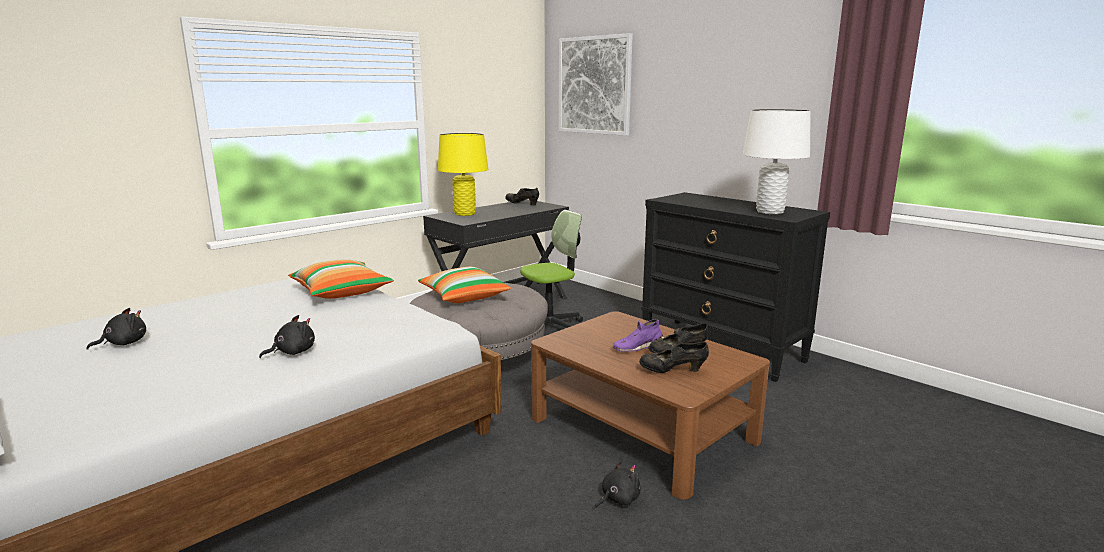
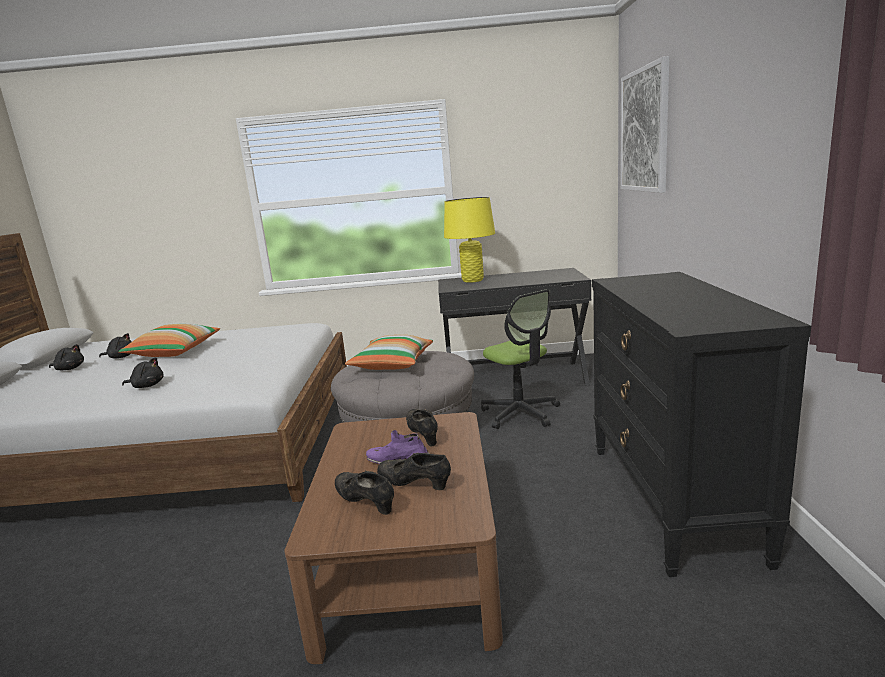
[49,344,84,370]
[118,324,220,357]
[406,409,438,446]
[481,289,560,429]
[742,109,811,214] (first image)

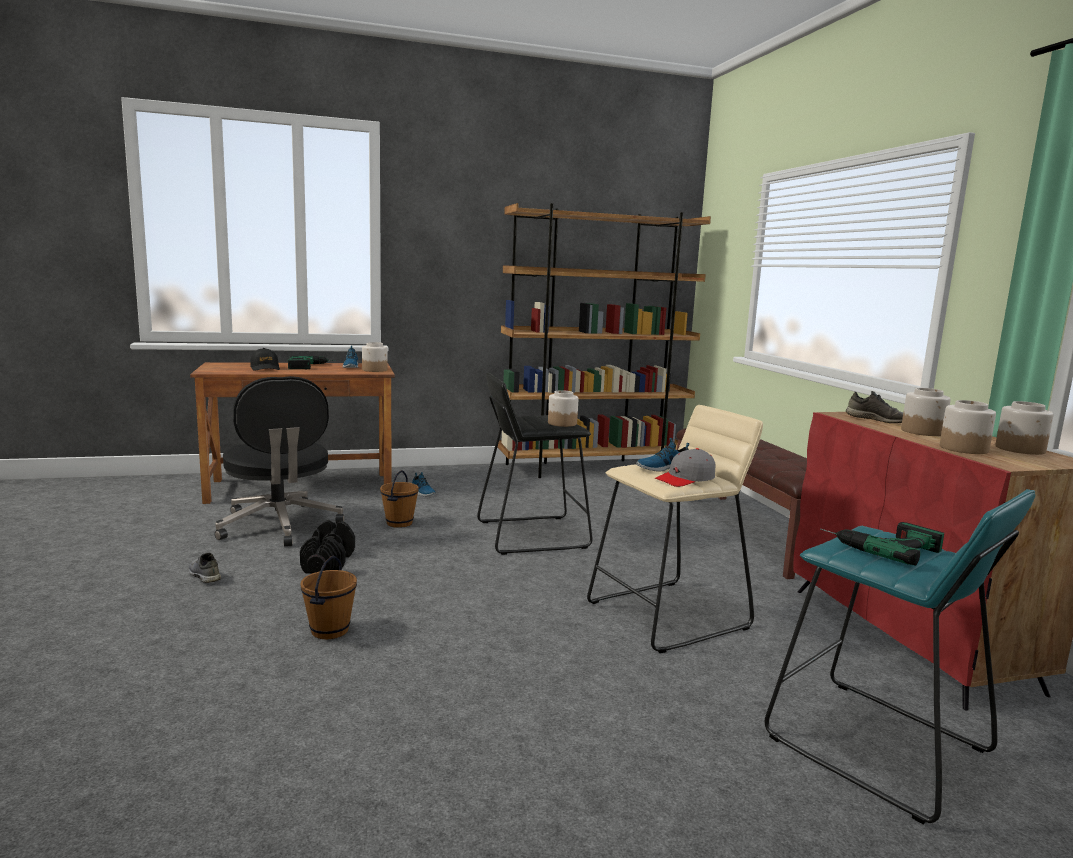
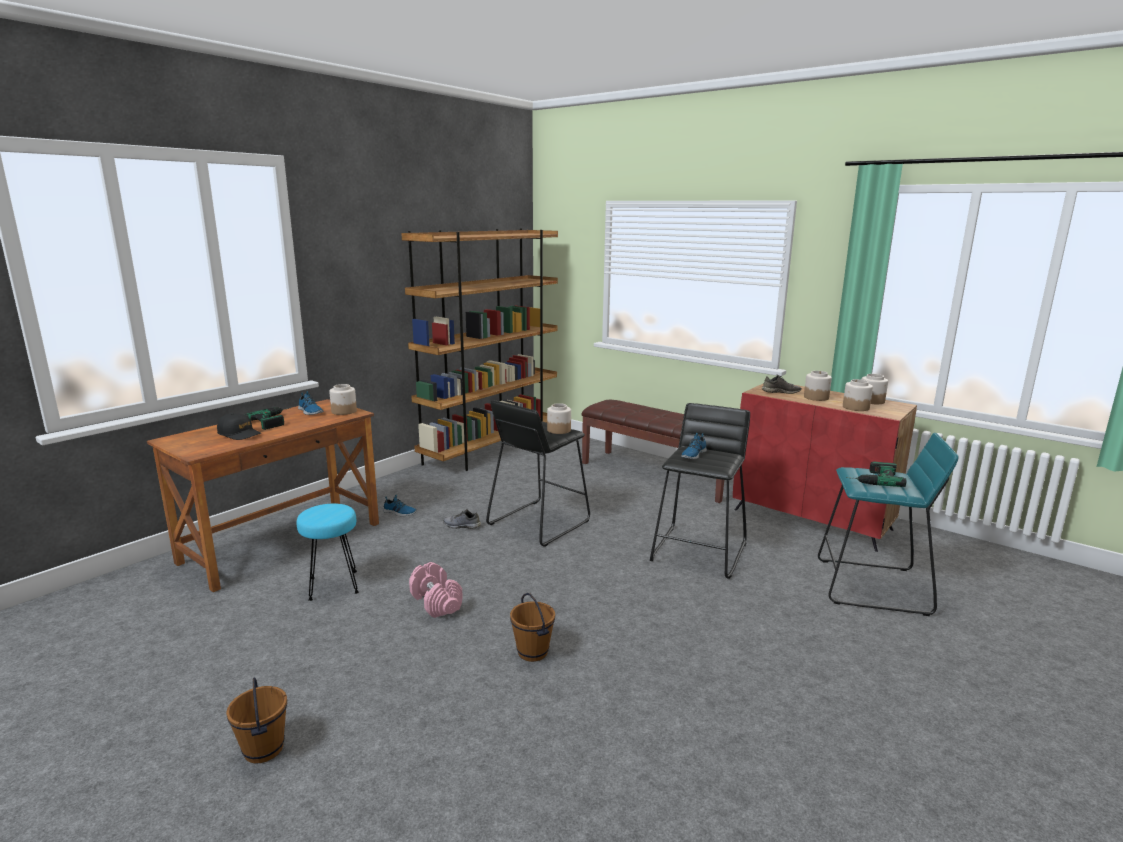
[226,678,287,763]
[297,504,359,601]
[409,562,463,618]
[443,509,481,529]
[650,403,750,579]
[655,448,715,487] (first image)

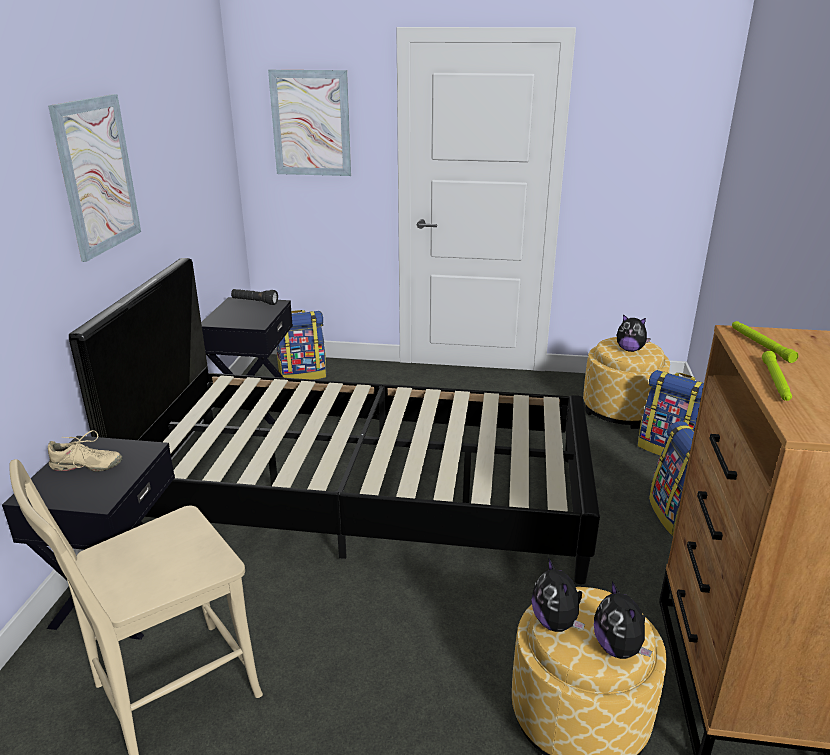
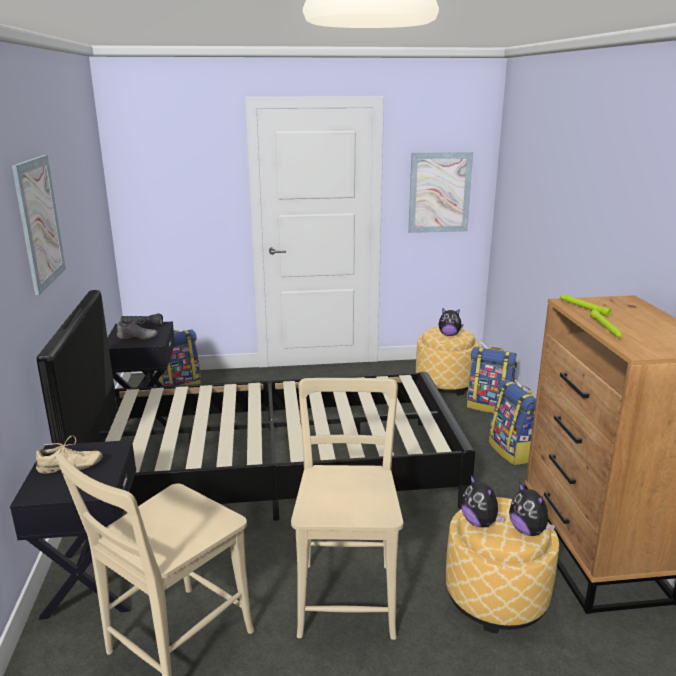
[117,318,157,340]
[291,378,403,640]
[408,152,473,233]

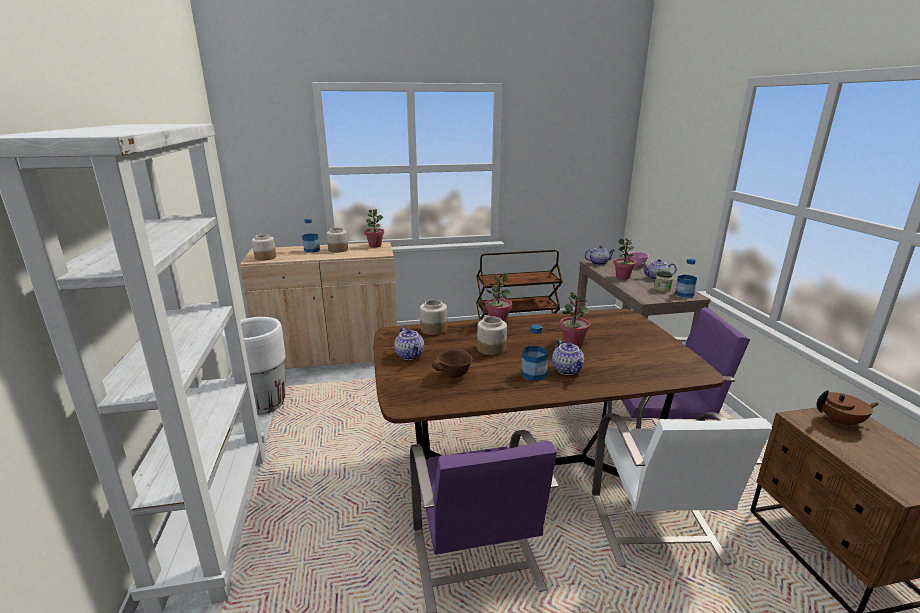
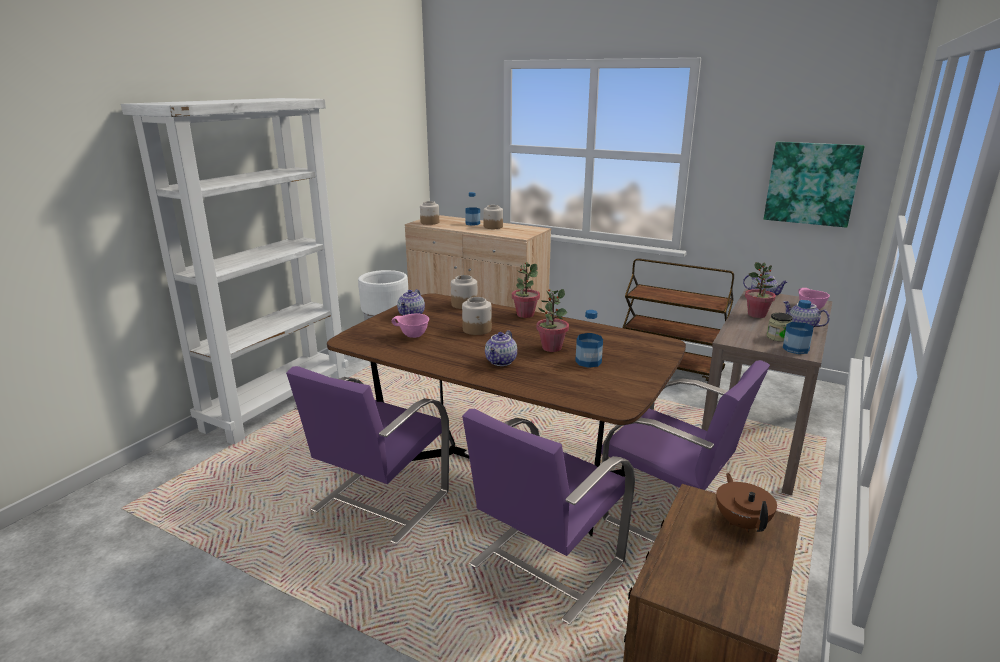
[392,313,429,338]
[462,409,635,625]
[575,310,603,368]
[716,473,777,532]
[764,142,865,228]
[364,209,384,248] (first image)

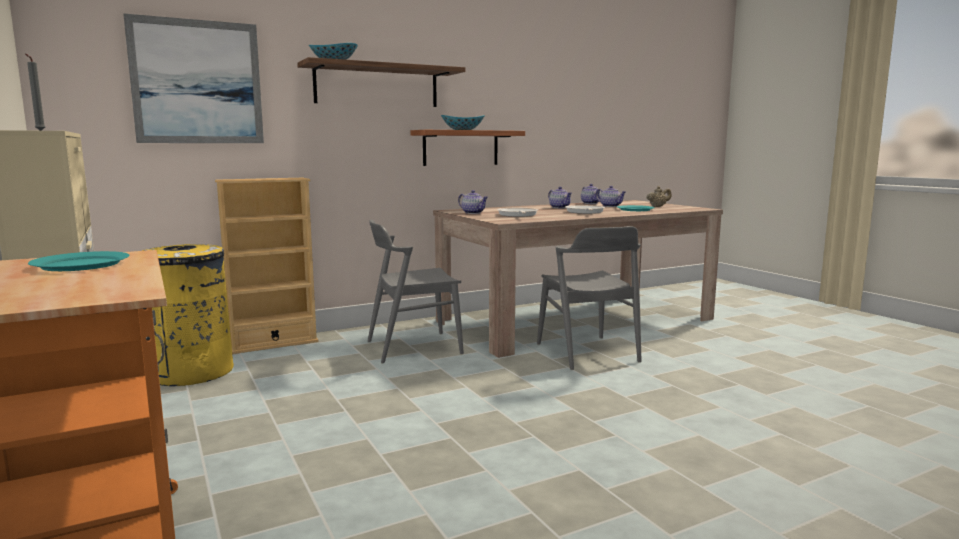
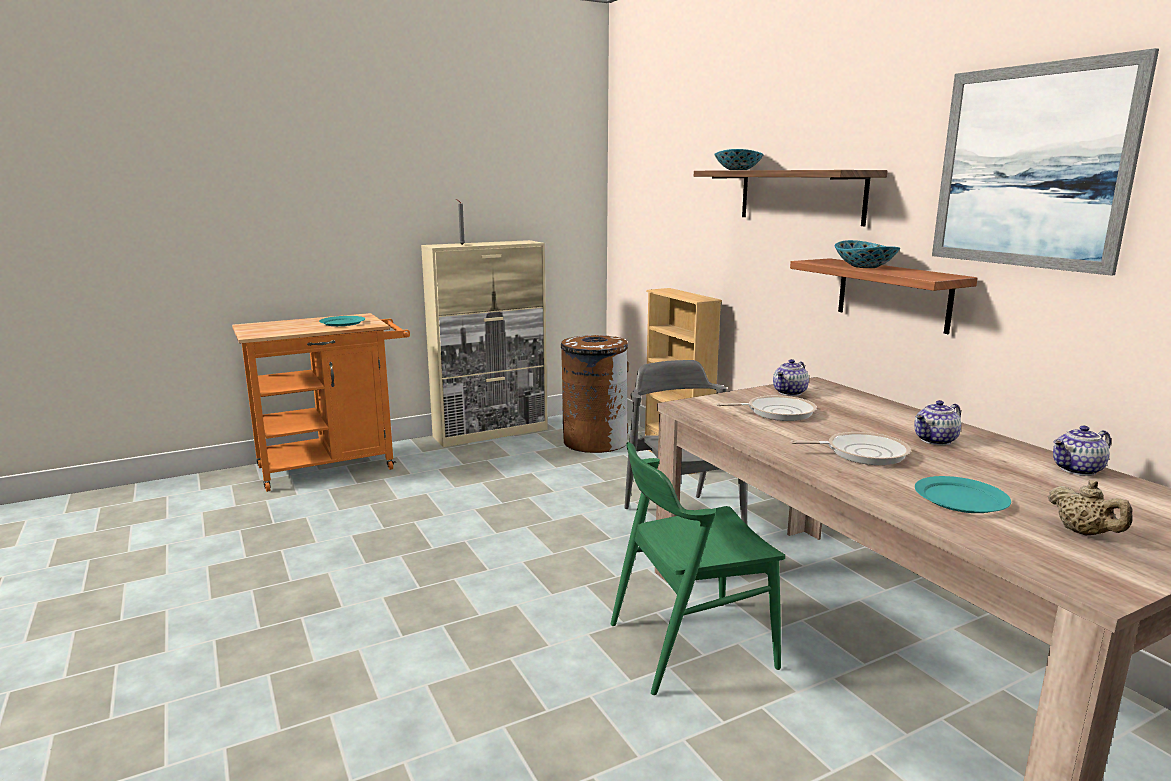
[561,335,629,453]
[611,442,785,695]
[932,48,1159,276]
[596,186,626,207] (first image)

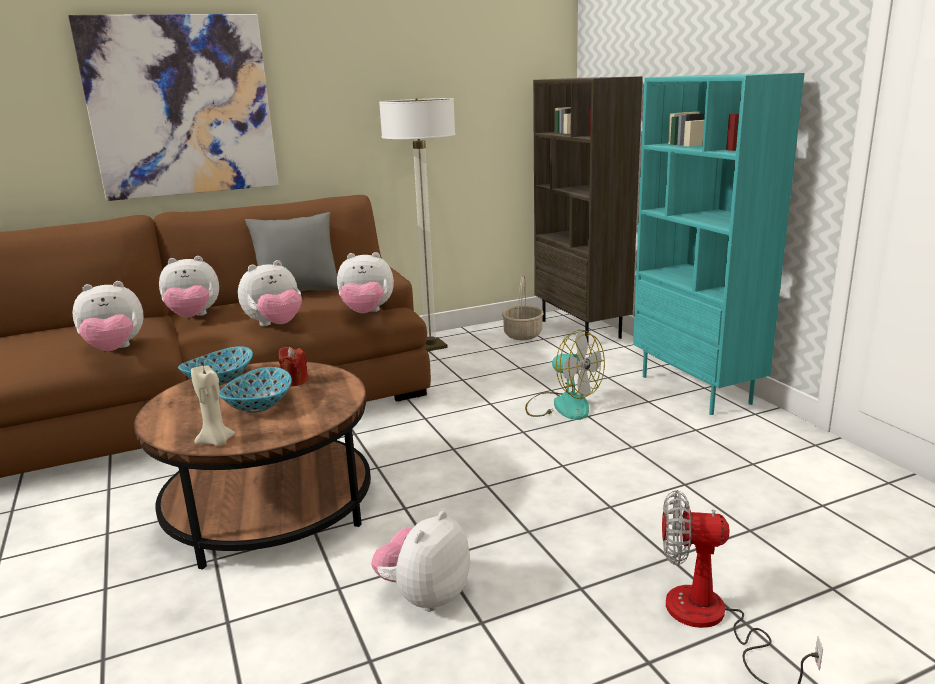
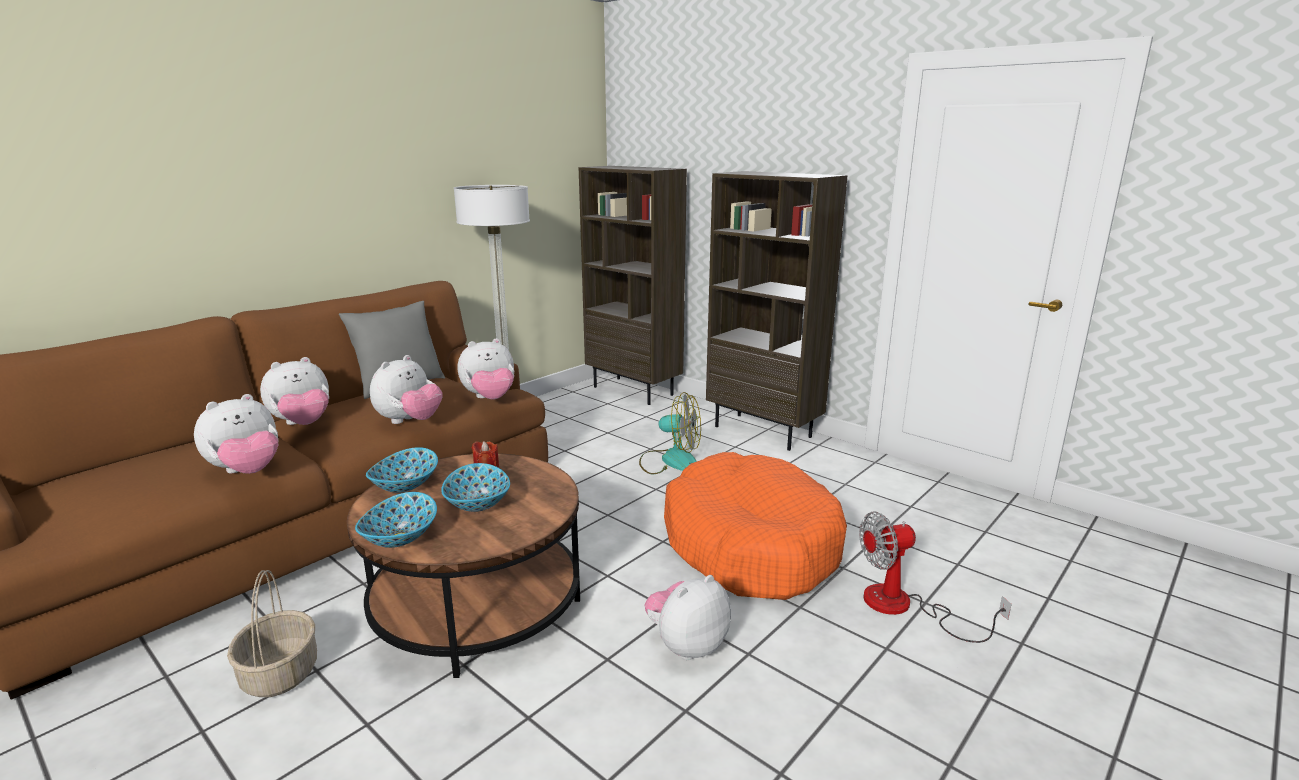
[227,570,317,697]
[355,492,437,548]
[644,575,731,660]
[664,452,847,600]
[706,171,848,451]
[68,14,278,201] (first image)
[191,366,235,446] (first image)

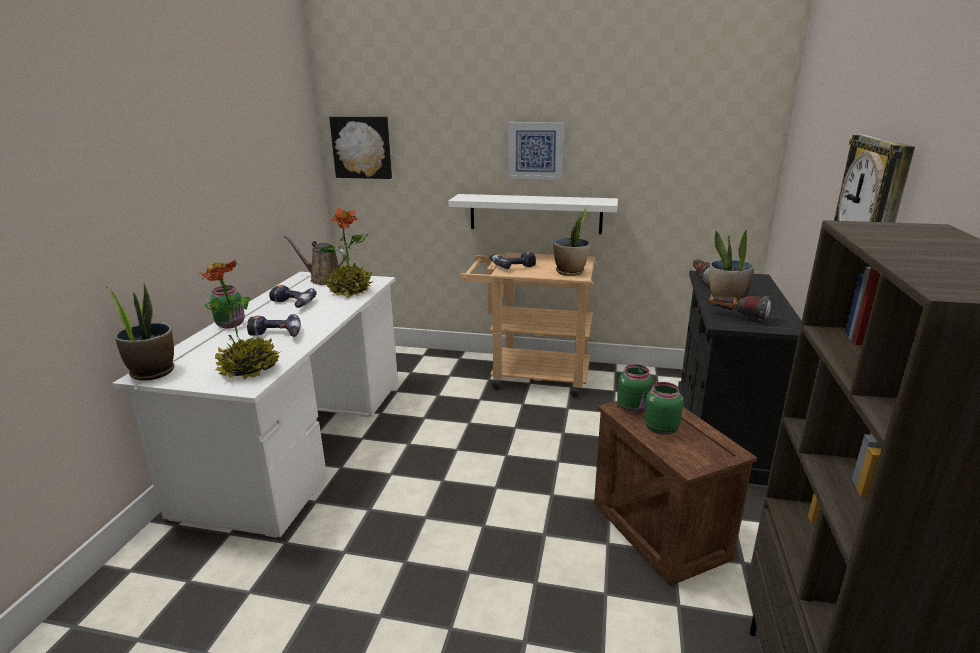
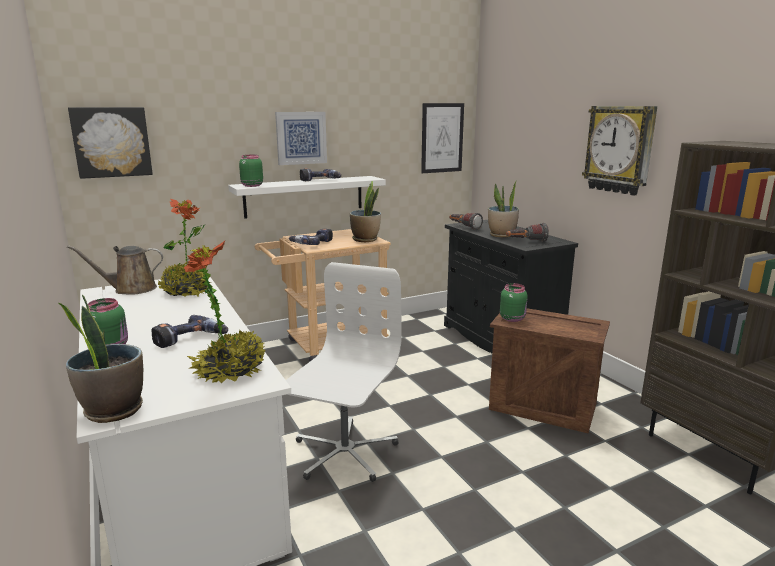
[239,155,263,187]
[286,262,402,482]
[300,168,341,181]
[421,103,464,173]

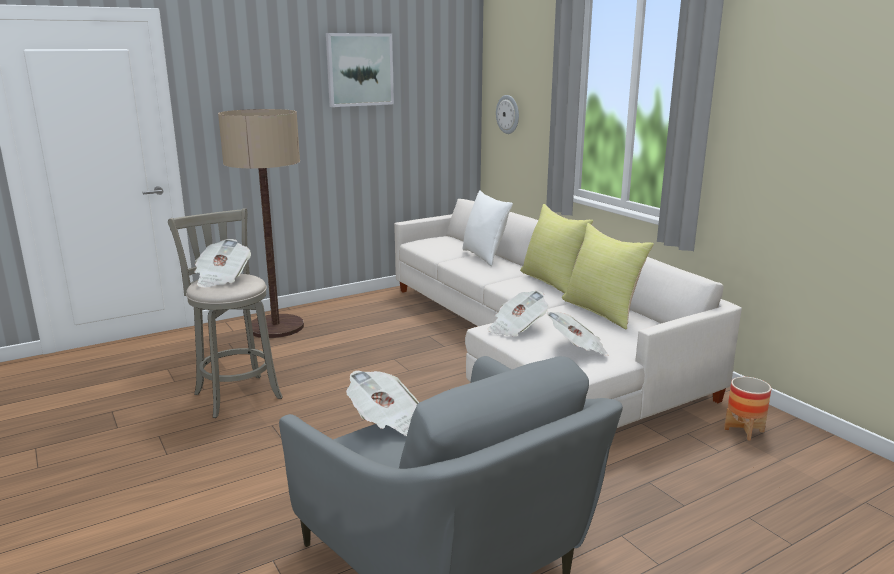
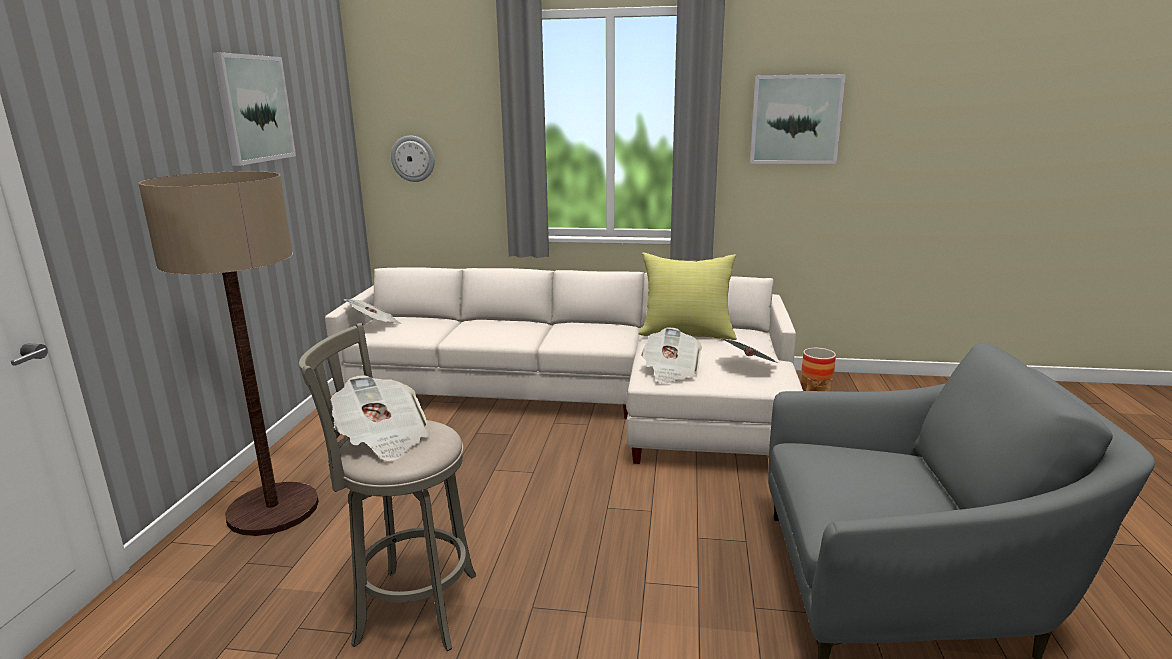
[344,299,402,324]
[750,74,846,164]
[463,190,513,266] (first image)
[520,204,594,294] (first image)

